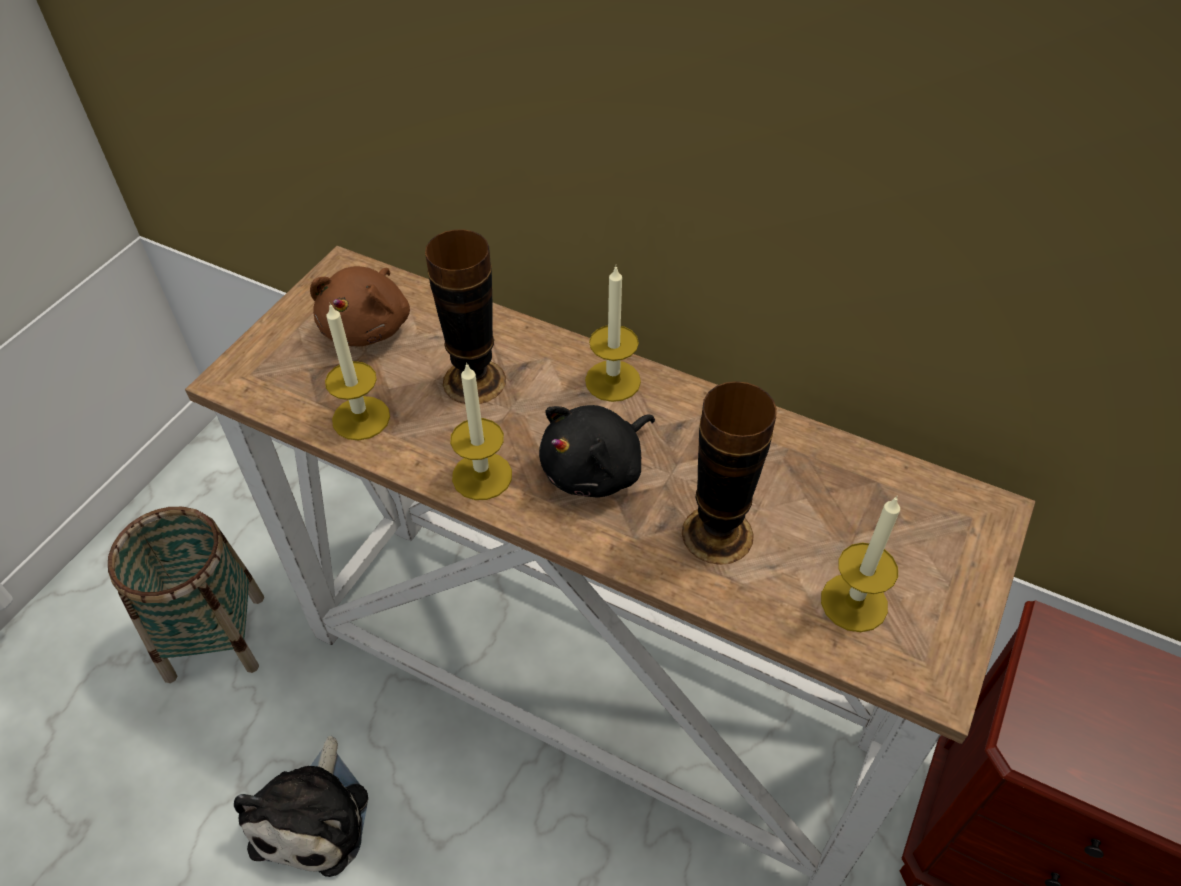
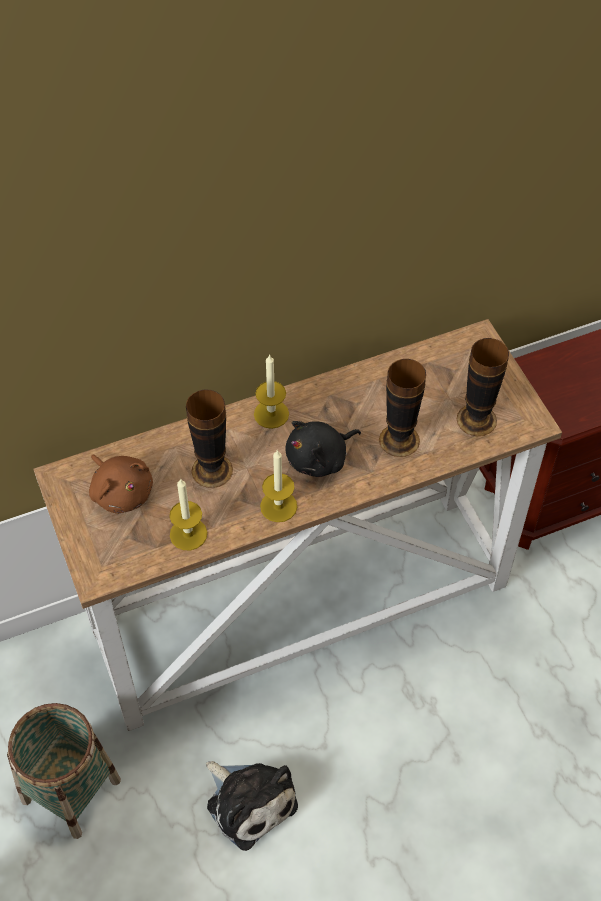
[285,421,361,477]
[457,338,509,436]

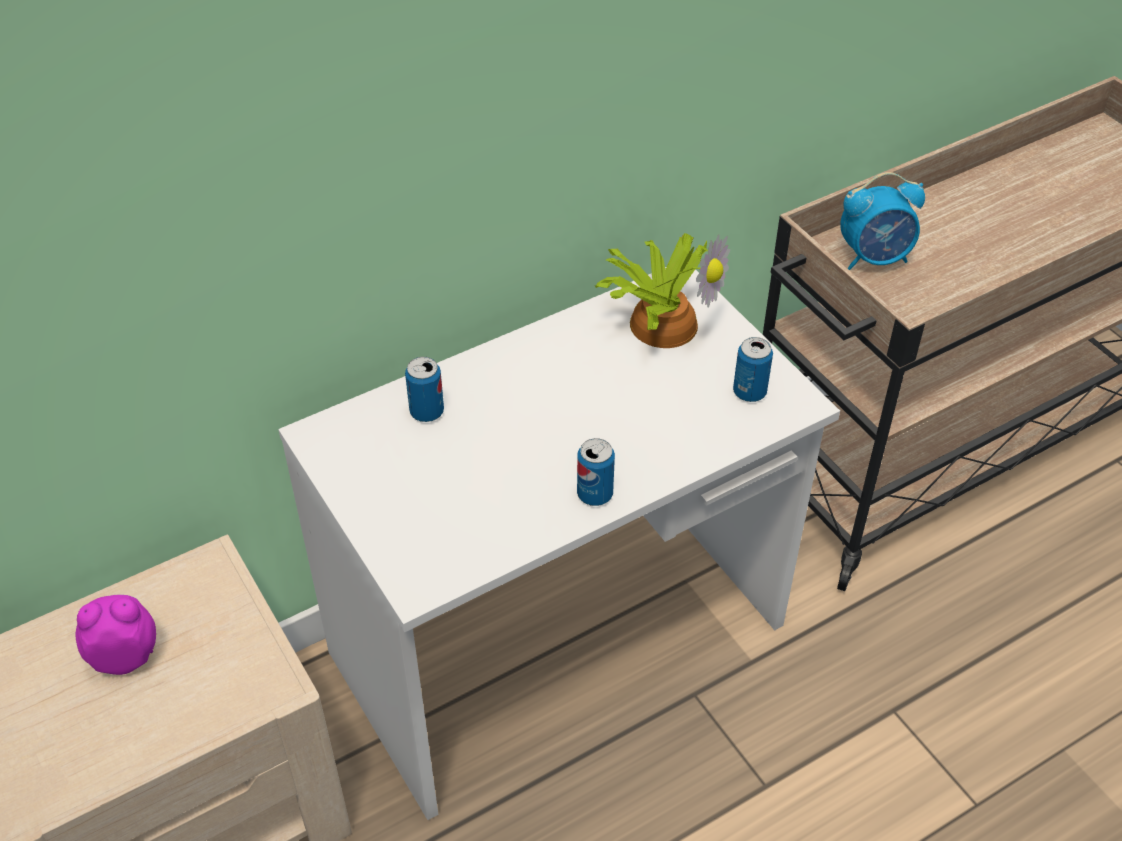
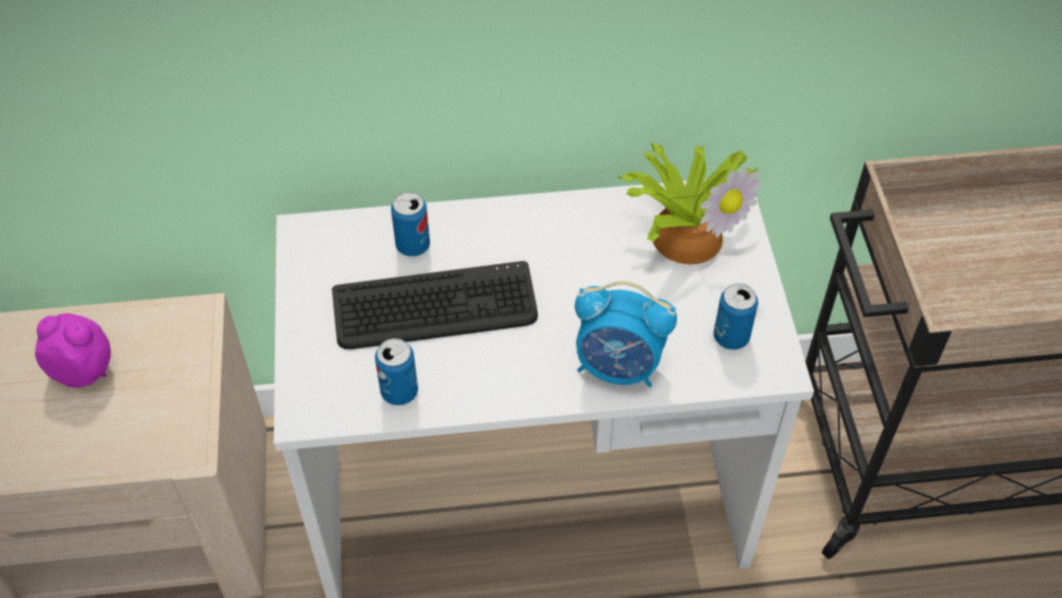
[332,261,538,349]
[375,338,418,405]
[575,281,677,387]

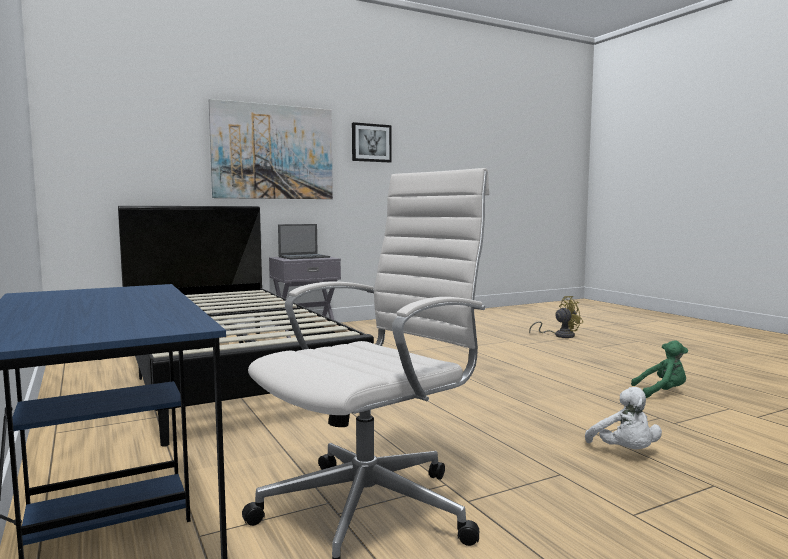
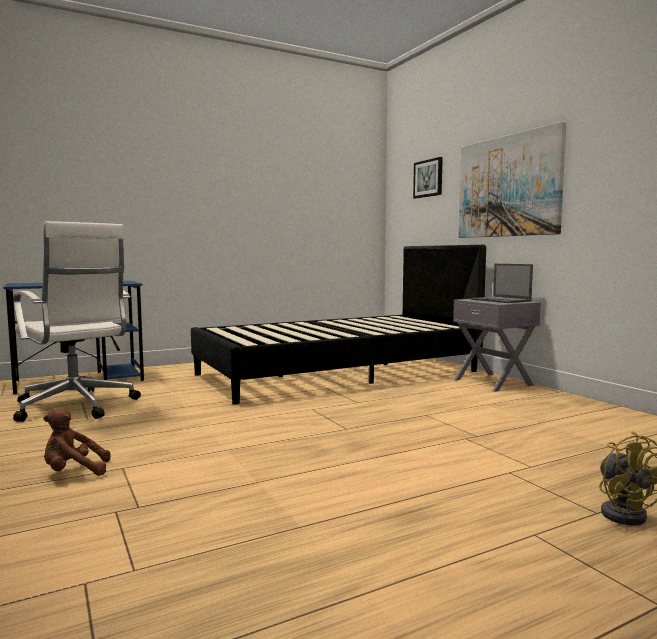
[44,408,111,476]
[413,157,443,198]
[631,340,688,398] (first image)

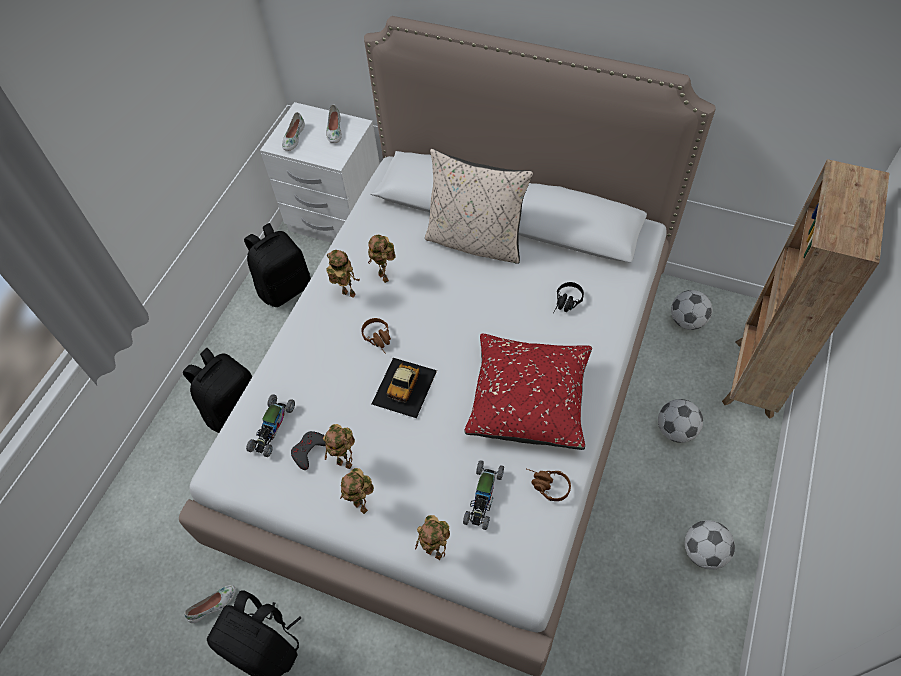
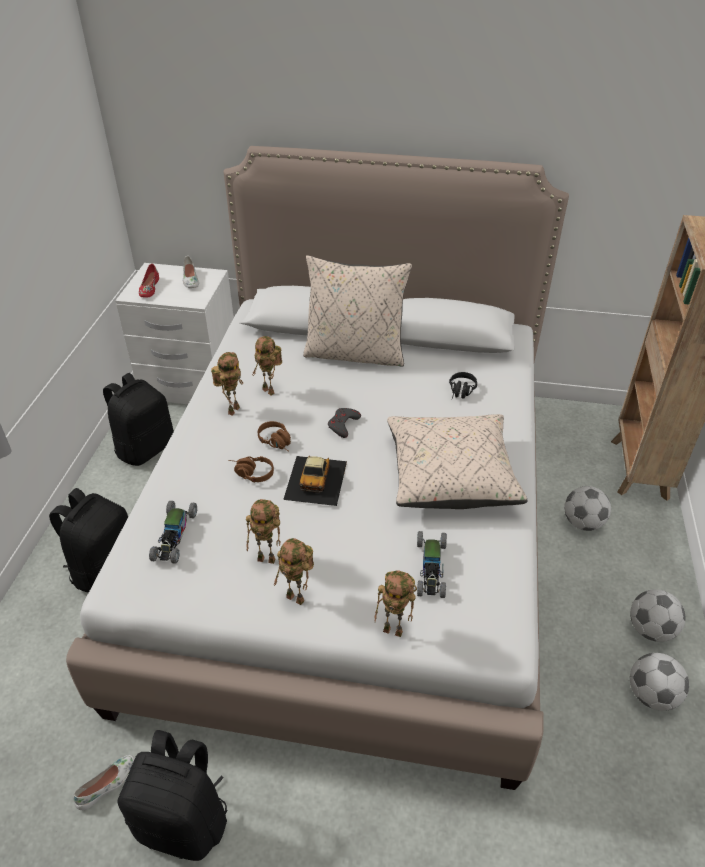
[139,264,159,297]
[211,352,243,415]
[228,456,274,482]
[328,408,361,438]
[387,414,527,509]
[630,653,689,711]

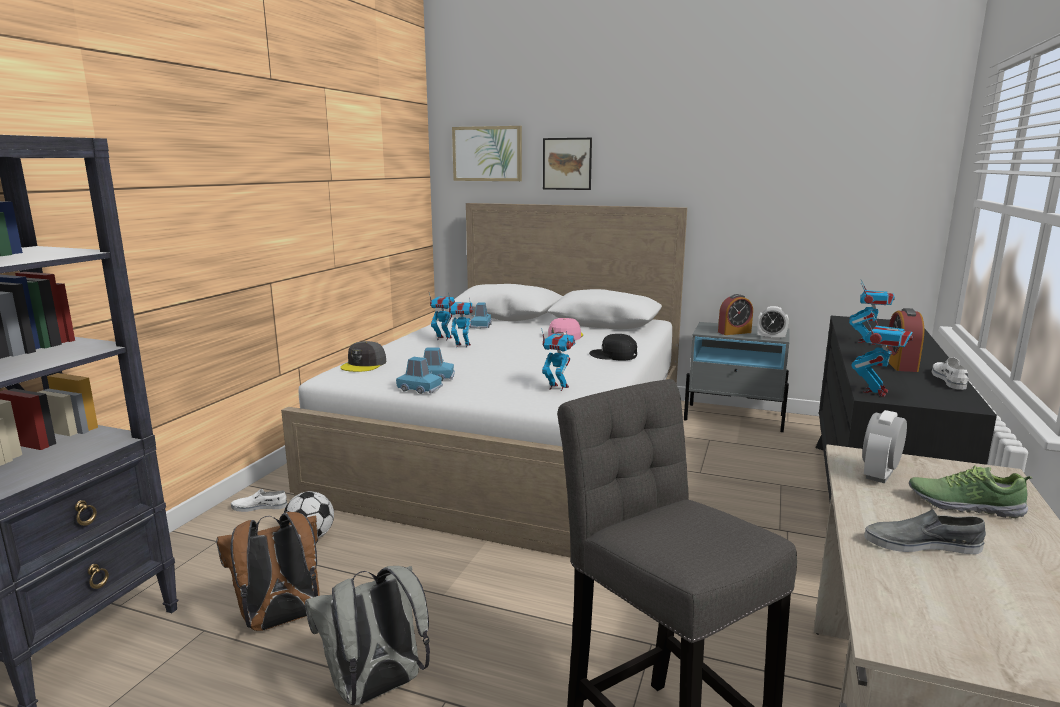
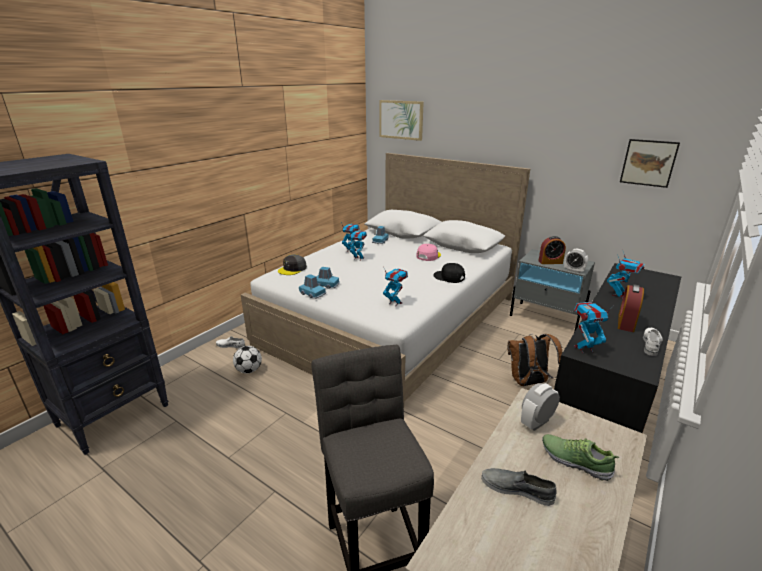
[508,334,562,386]
[574,302,614,354]
[620,139,680,188]
[305,566,430,706] (first image)

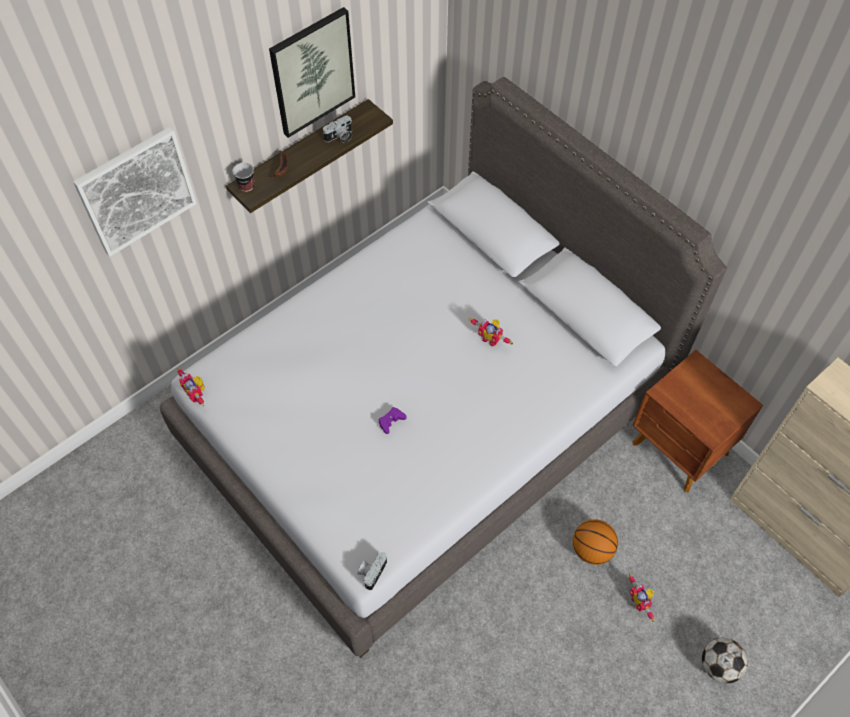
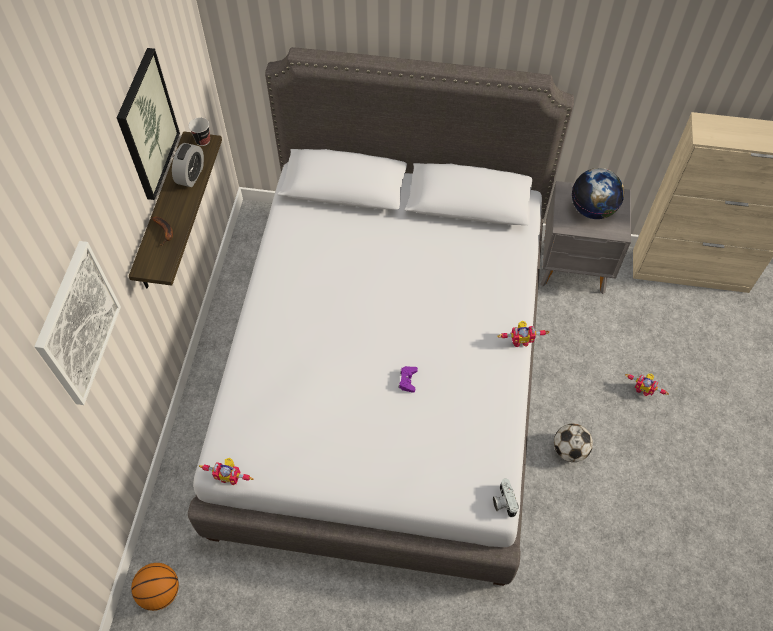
[131,563,179,611]
[172,143,204,187]
[189,118,210,146]
[497,321,550,347]
[540,181,631,294]
[554,423,593,462]
[572,168,624,219]

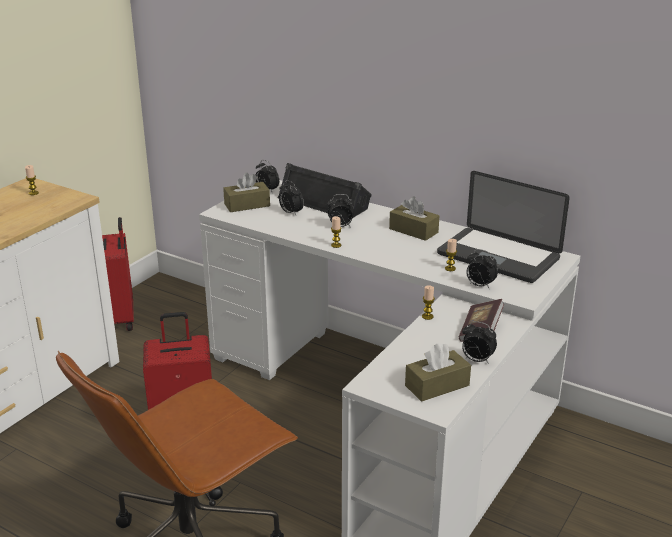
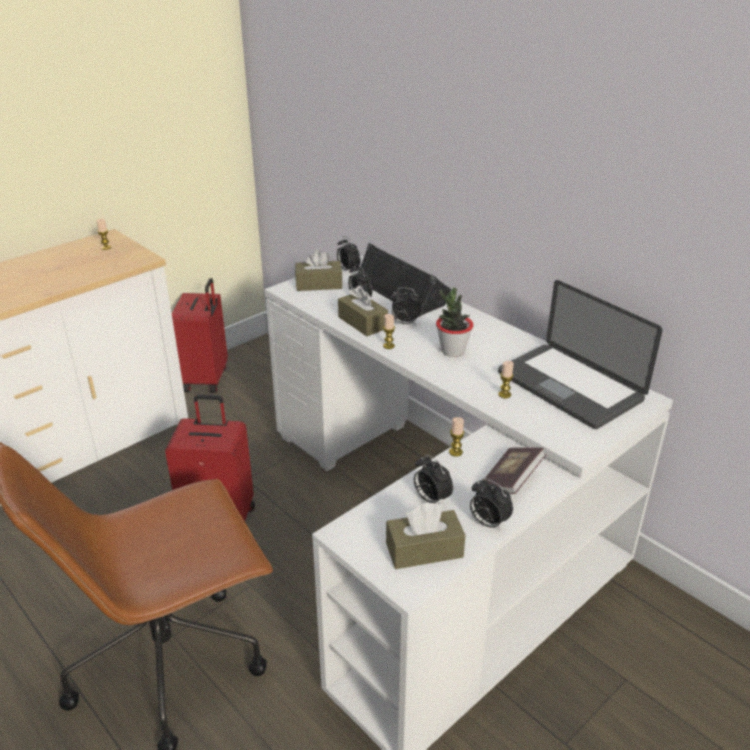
[338,285,388,336]
[414,455,453,505]
[436,288,473,357]

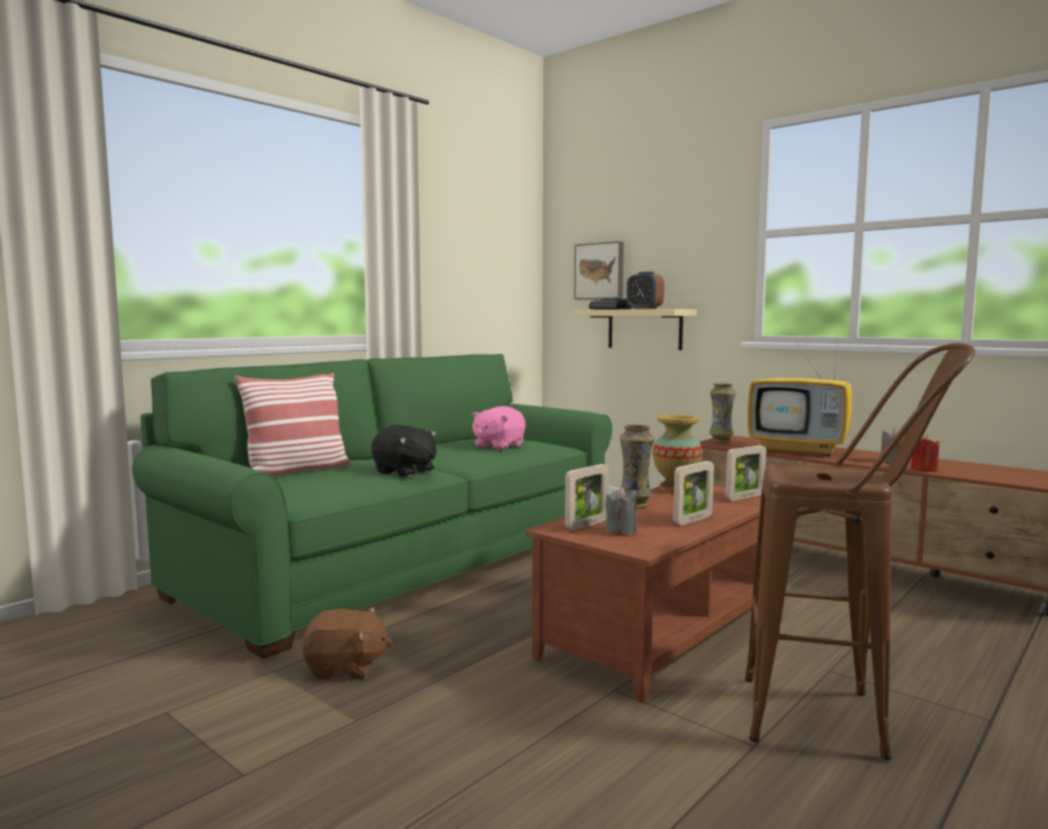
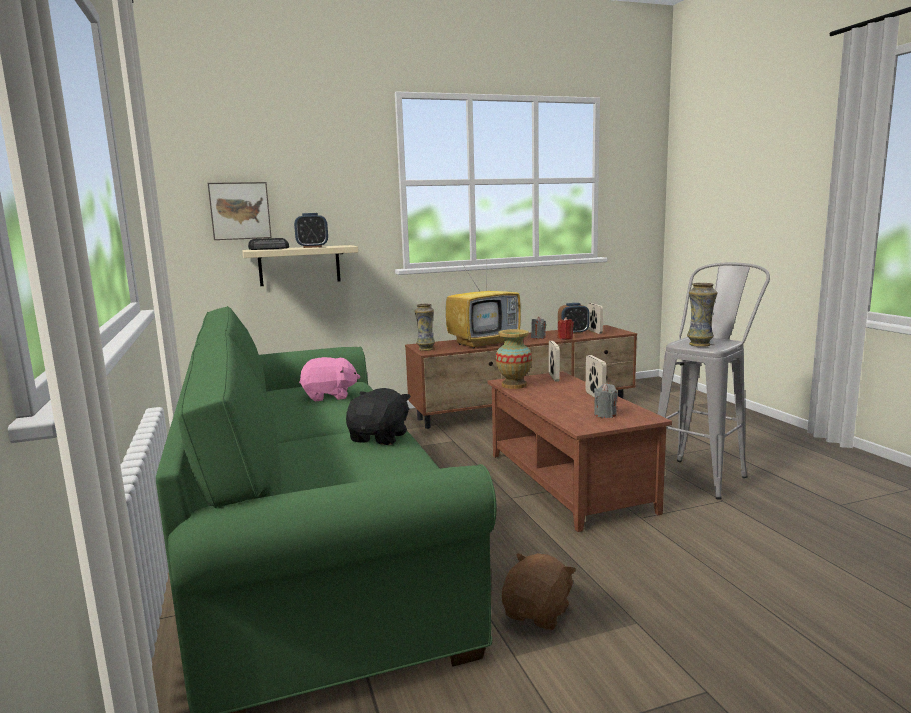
[299,357,360,401]
[346,388,411,445]
[558,303,590,334]
[587,303,603,334]
[658,263,770,499]
[687,283,718,347]
[234,372,351,476] (first image)

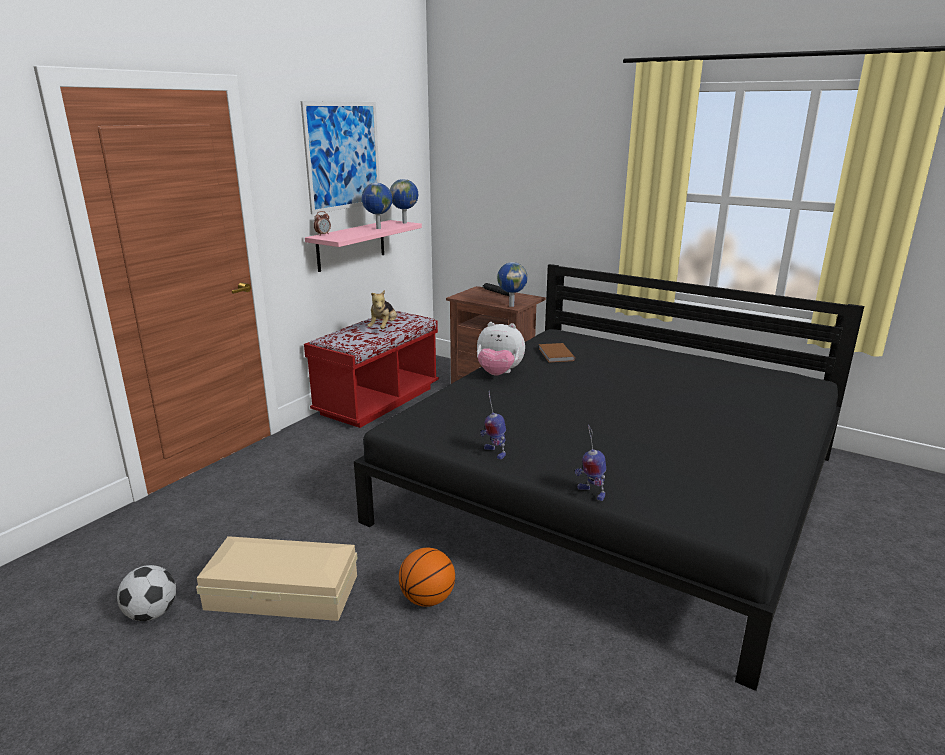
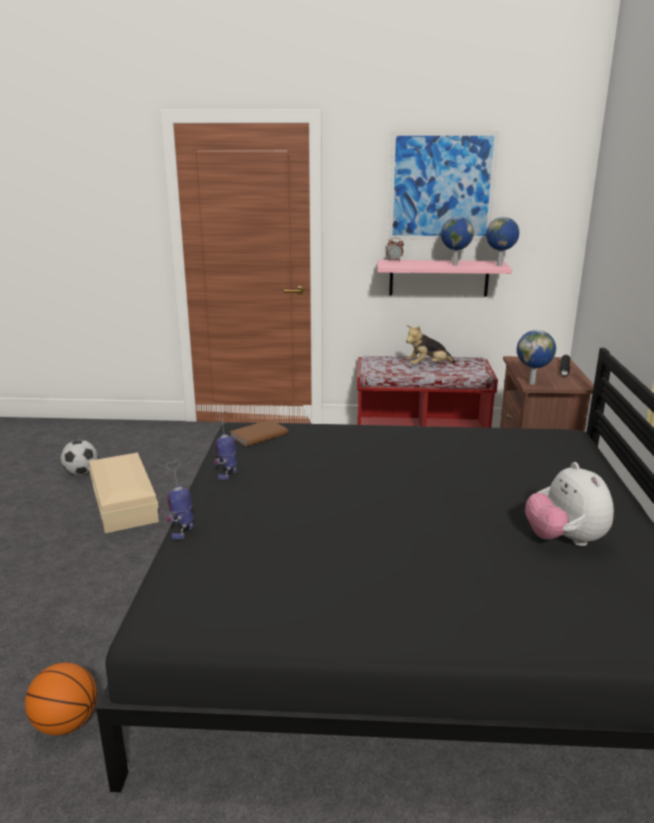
[25,662,97,736]
[230,420,288,447]
[525,462,614,546]

